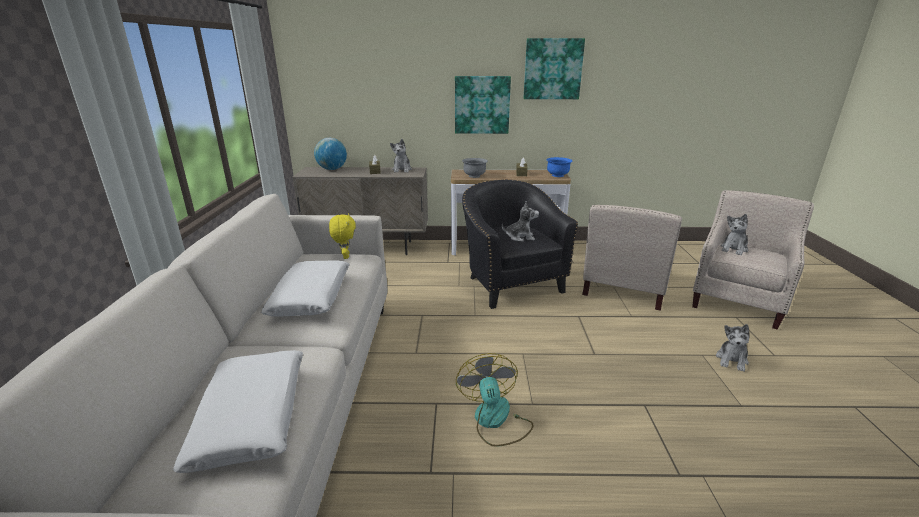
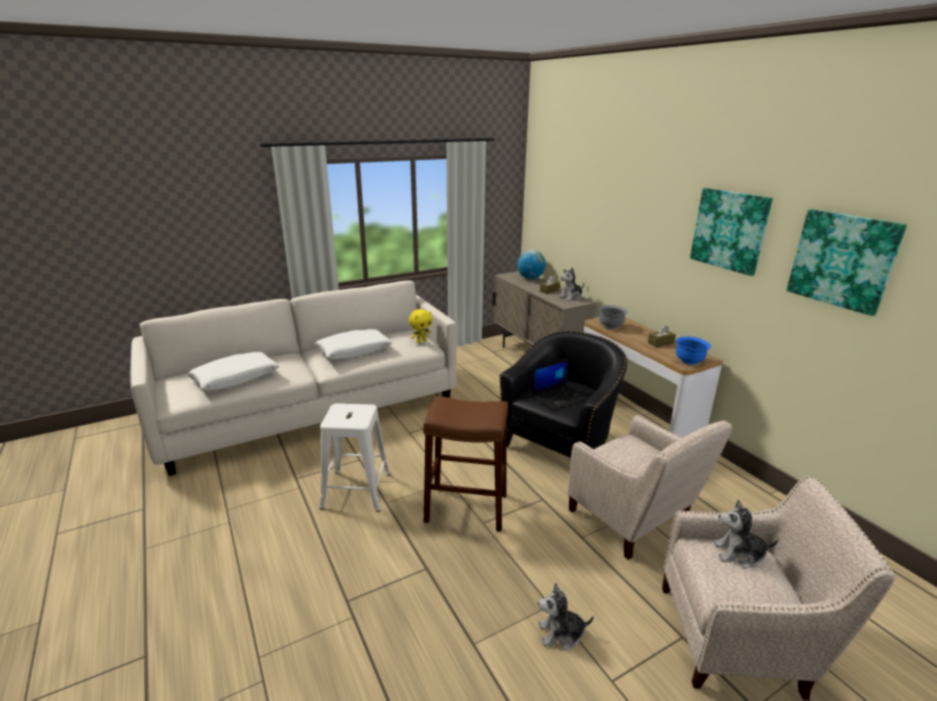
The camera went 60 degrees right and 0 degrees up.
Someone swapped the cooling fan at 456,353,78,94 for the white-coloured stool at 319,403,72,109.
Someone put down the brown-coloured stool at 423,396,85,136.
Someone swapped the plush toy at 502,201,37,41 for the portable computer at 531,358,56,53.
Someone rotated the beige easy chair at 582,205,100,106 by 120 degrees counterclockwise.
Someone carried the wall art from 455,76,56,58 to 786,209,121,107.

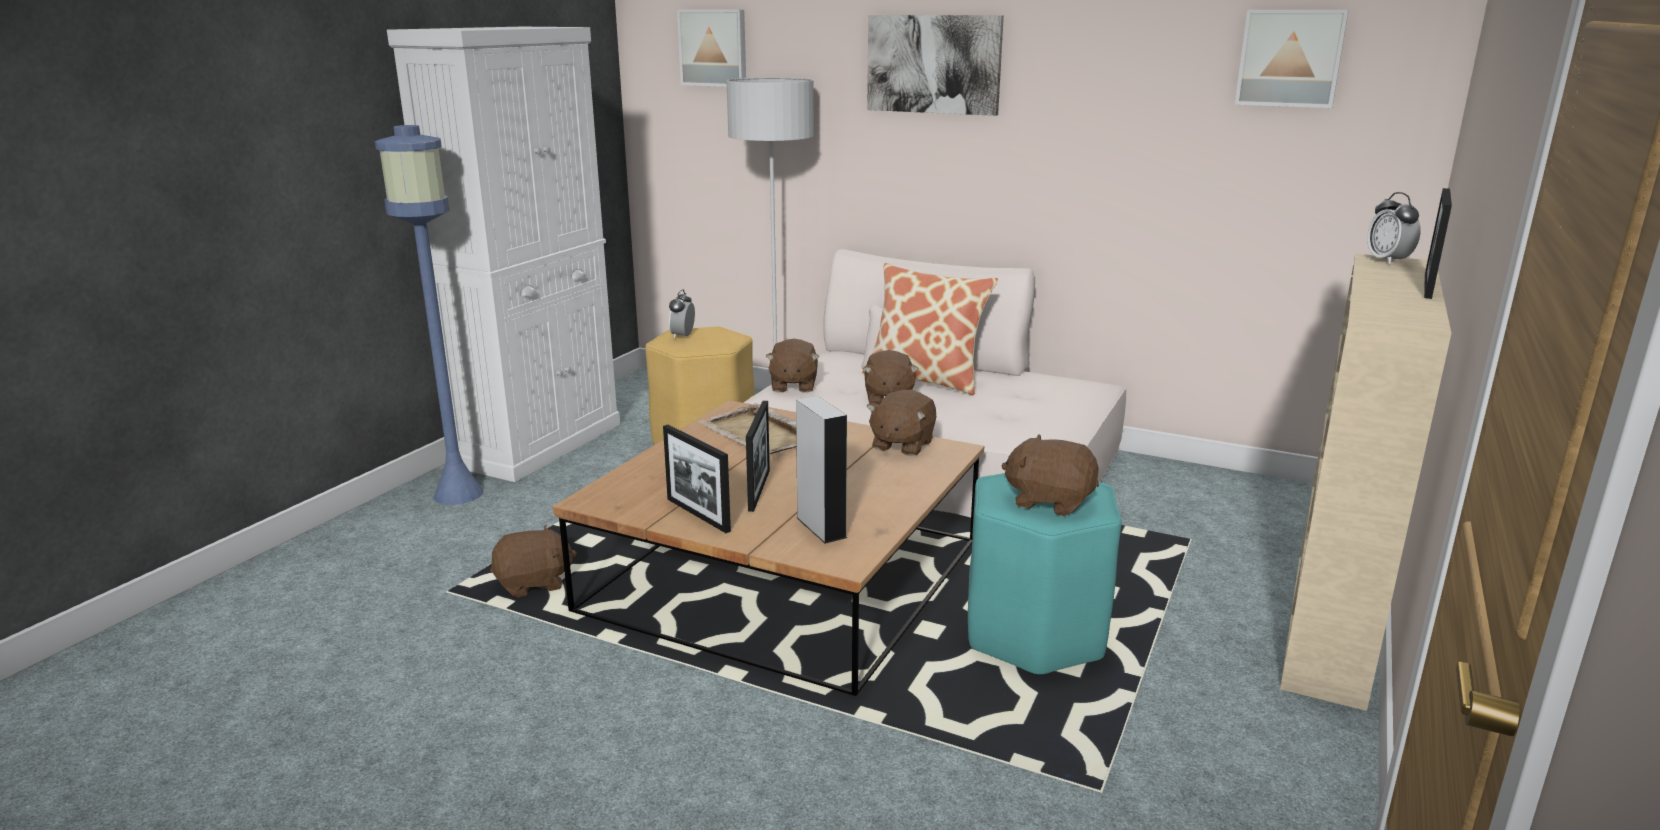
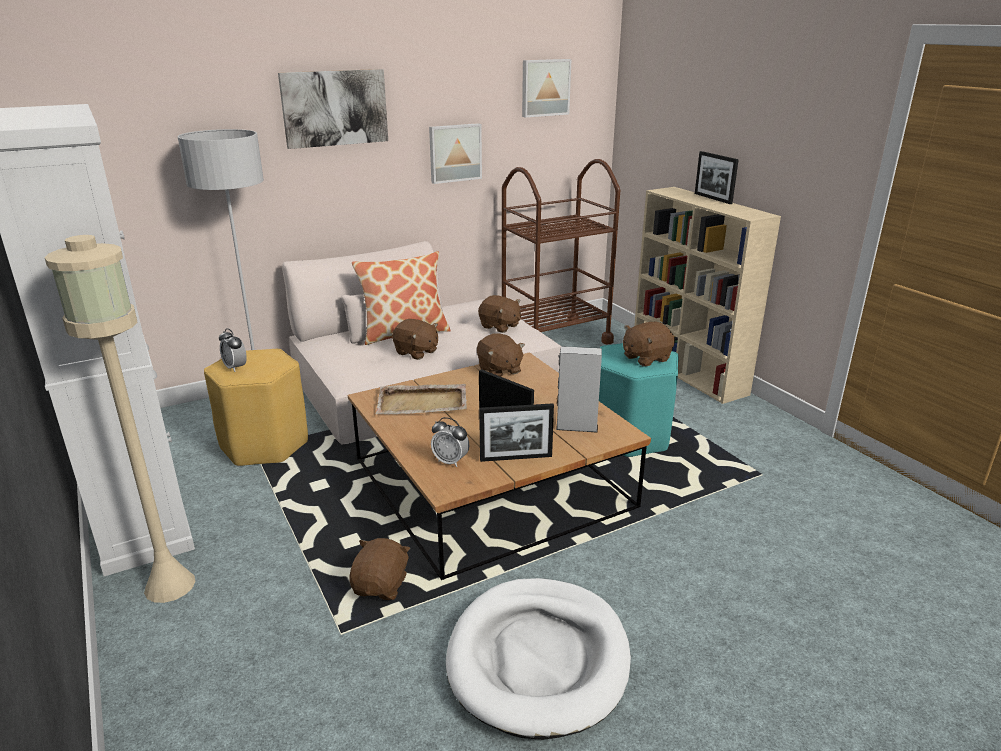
The camera went 55 degrees left and 5 degrees up.
Someone repainted the blue standing lamp at 375,125,109,380, which became the beige standing lamp at 44,235,152,368.
Someone carried the wall art from 677,10,69,77 to 429,123,53,61.
Someone carried the table clock from 1367,192,54,73 to 431,417,39,50.
Someone put down the white-coloured pet bed at 446,578,185,162.
Someone carried the brown-coloured plush toy from 766,339,53,54 to 478,295,43,38.
Someone put down the brown-coloured cart at 502,159,118,186.

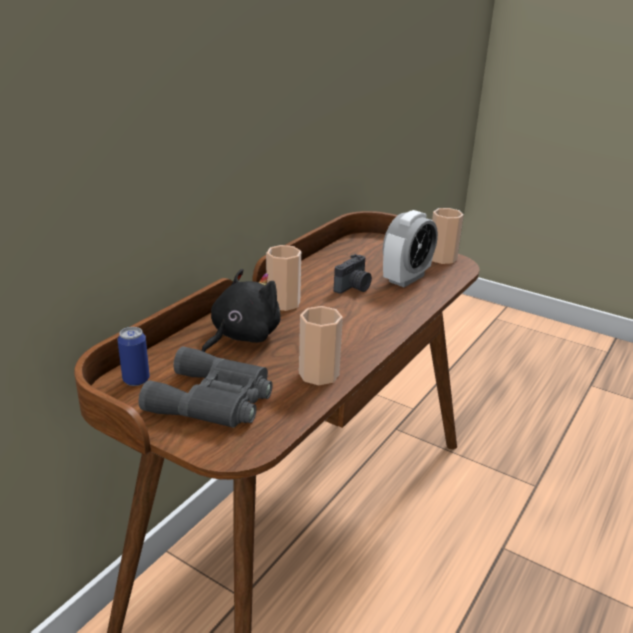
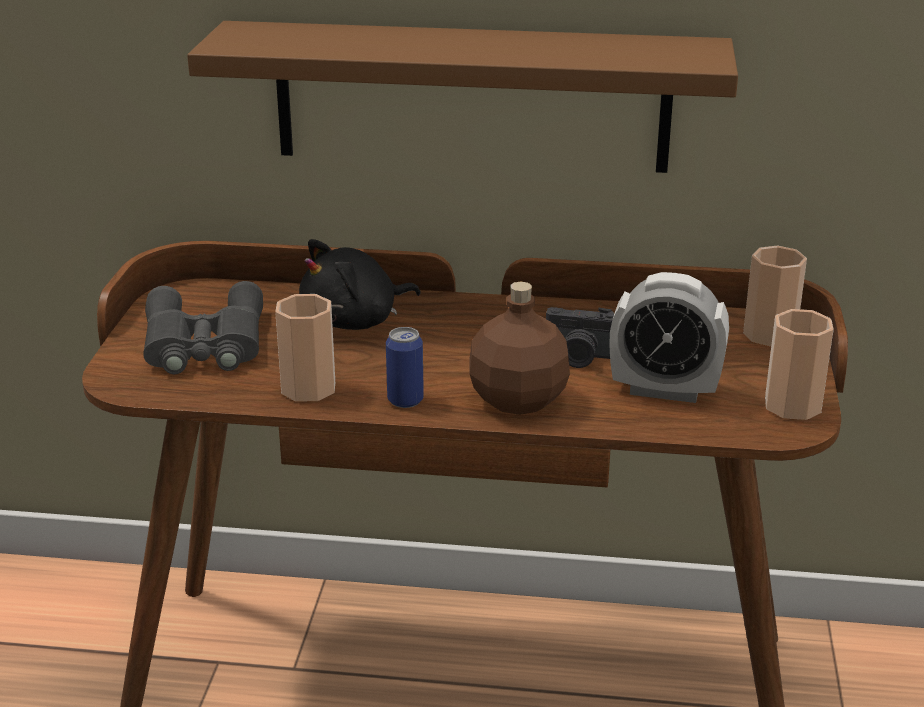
The camera went 65 degrees right and 0 degrees up.
Someone put up the brown-coloured shelf at 187,21,551,152.
Someone rotated the black-coloured plush toy at 202,269,78,83 by 135 degrees clockwise.
Someone carried the can from 118,327,32,59 to 386,327,38,81.
Someone put down the brown-coloured drink bottle at 469,282,101,133.
Someone carried the drinking cup from 266,245,35,66 to 743,246,64,101.

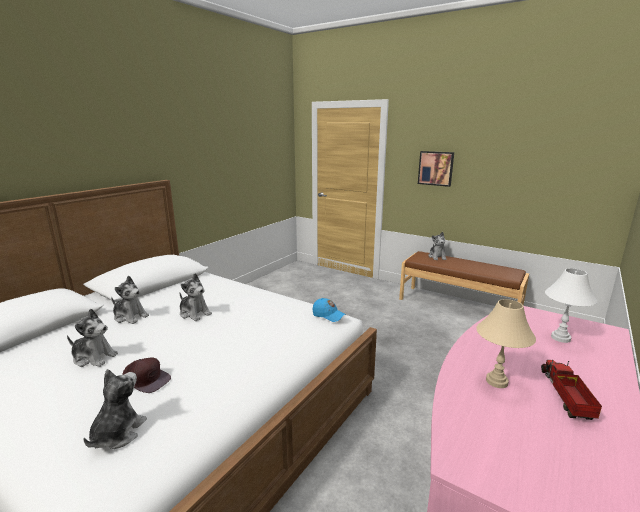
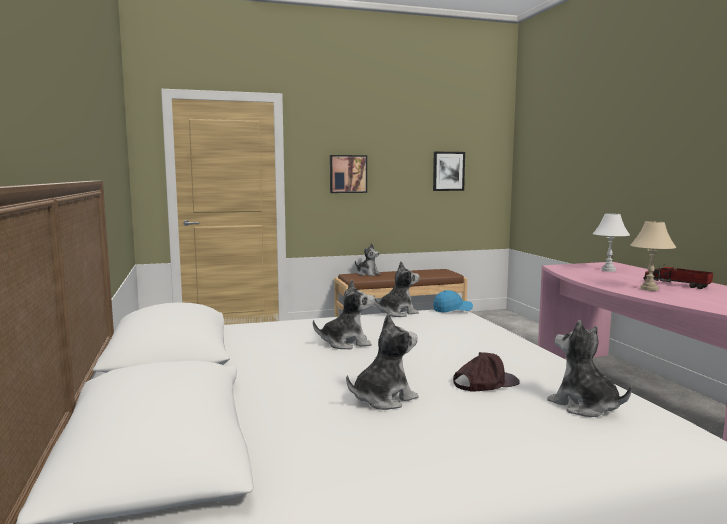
The camera went 50 degrees left and 10 degrees down.
Someone carried the plush toy from 111,276,38,48 to 373,261,47,56.
Someone put up the wall art at 433,152,32,39.

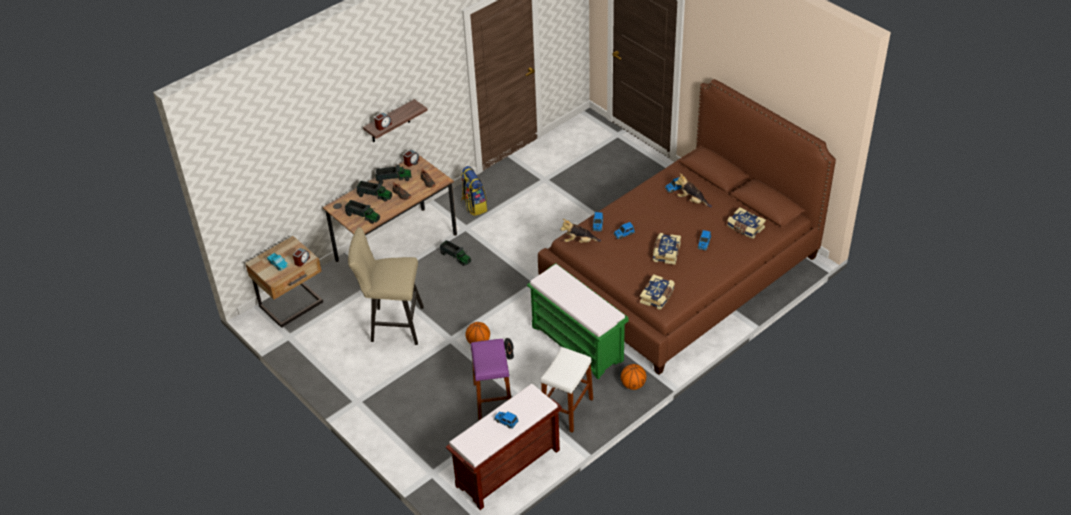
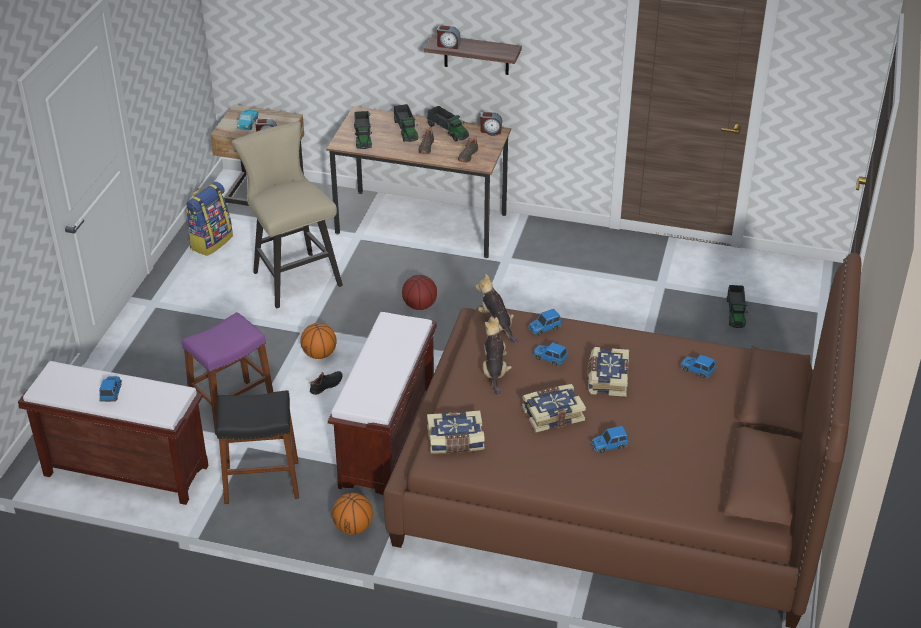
The camera went 55 degrees right and 5 degrees down.
Someone carried the knapsack from 461,166,26,50 to 185,182,48,74.
Someone repainted the white-coloured stool at 541,347,52,86, which became the black-coloured stool at 216,390,83,114.
Someone repainted the green bench at 527,263,102,116, which became the brown-coloured bench at 328,312,109,183.
Someone put down the basketball ball at 402,275,35,35.
Someone carried the plush toy from 675,173,37,34 to 483,317,29,79.
Someone carried the volume from 727,207,39,32 to 587,347,42,50.
Someone carried the toy truck from 439,240,32,26 to 727,285,21,43.

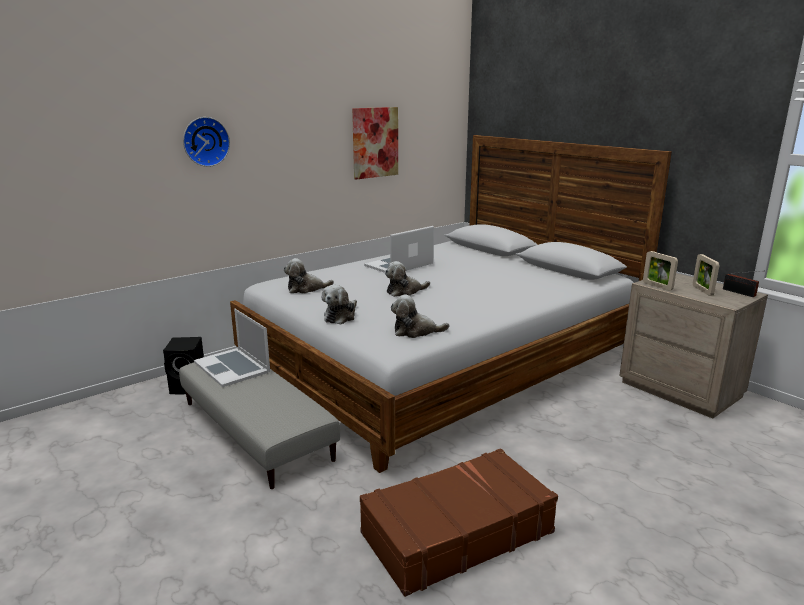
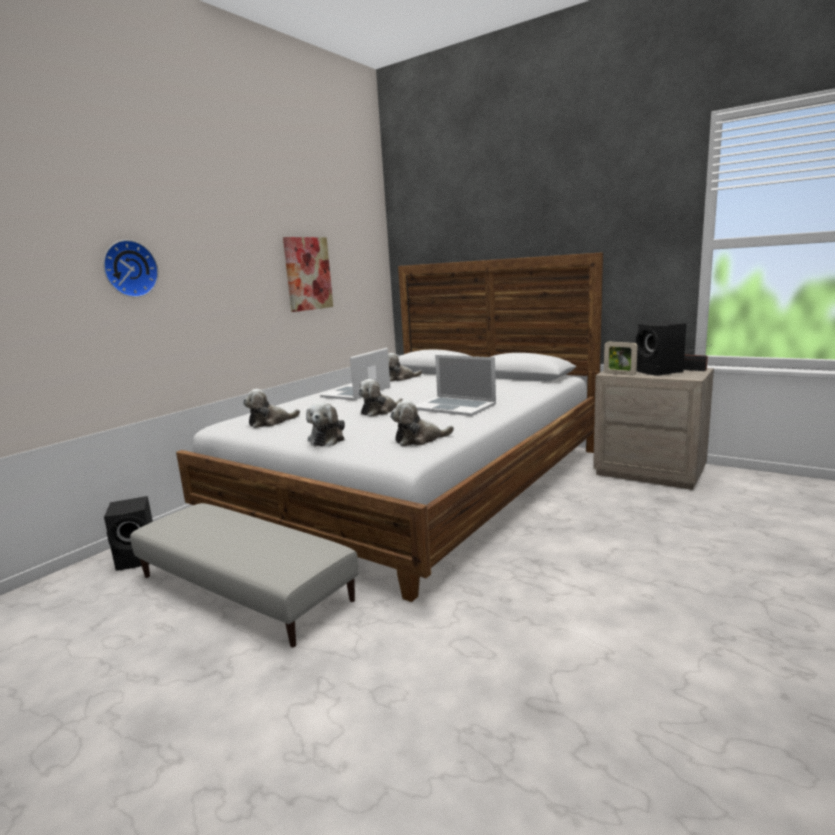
The camera went 15 degrees left and 5 degrees down.
Someone put down the plush toy at 388,353,34,28.
Someone carried the portable computer from 194,309,76,78 to 416,355,80,61.
Someone swapped the photo frame at 693,254,26,42 for the black-coloured audio speaker at 636,321,51,55.
Someone took away the brown-coloured piece of luggage at 360,448,198,149.

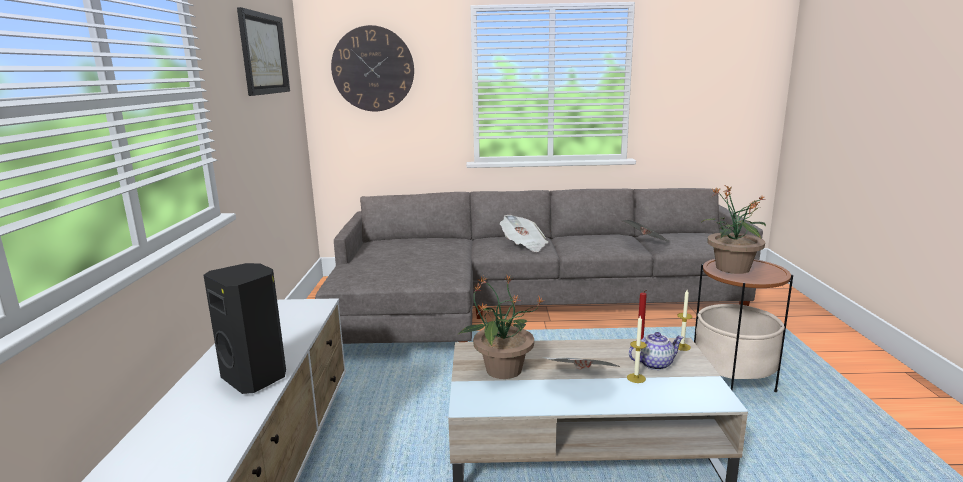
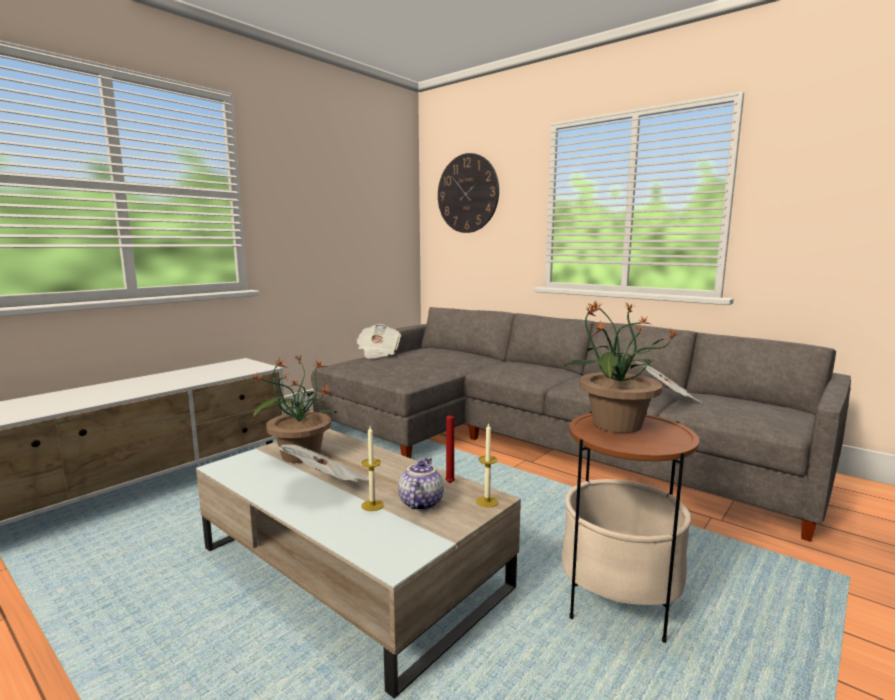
The camera went 40 degrees right and 5 degrees down.
Someone carried the newspaper from 500,215,48,37 to 356,324,45,35.
Someone rotated the tea pot at 629,332,55,38 by 105 degrees counterclockwise.
Someone took away the black-coloured audio speaker at 203,263,83,131.
Someone took away the wall art at 237,7,53,89.

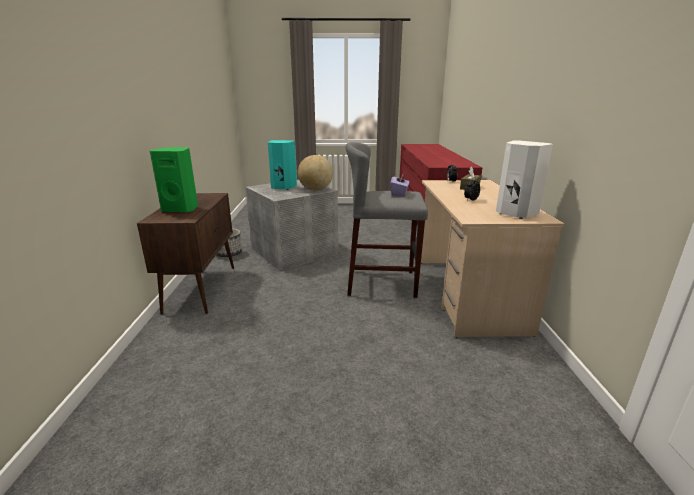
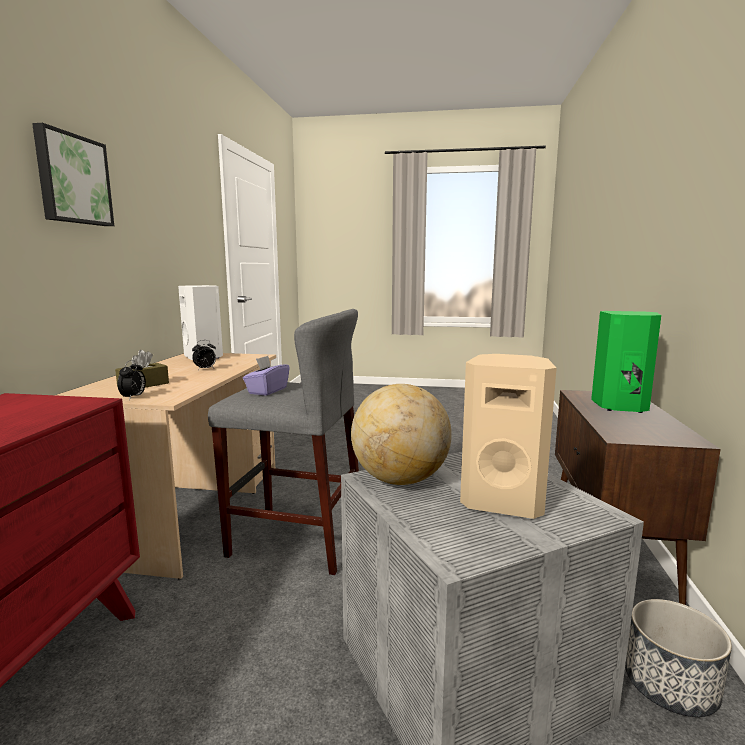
The camera went 170 degrees left and 10 degrees down.
Someone put up the wall art at 32,123,82,103.
Someone repainted the blue-green audio speaker at 268,140,29,50, which became the beige audio speaker at 460,354,97,165.

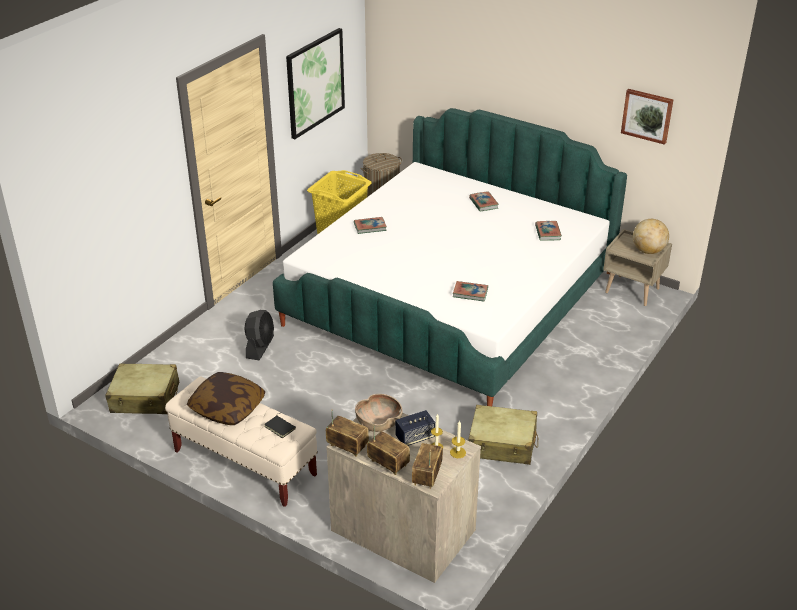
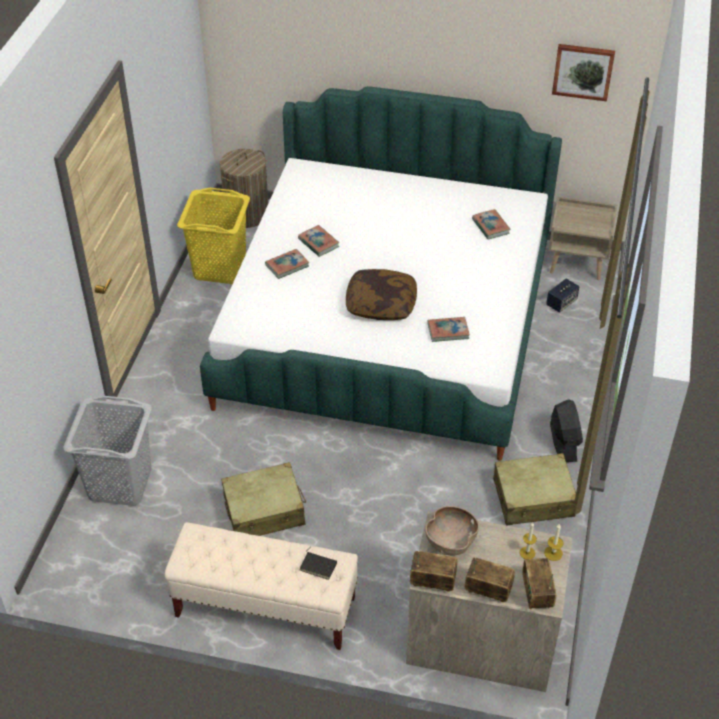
The camera went 20 degrees left and 10 degrees up.
Someone put down the grey laundry basket at 63,396,89,110.
Someone carried the beige piece of luggage from 105,363,74,51 to 221,462,85,74.
Someone carried the volume from 469,191,30,20 to 298,225,41,32.
Someone carried the cushion from 187,372,78,53 to 346,269,71,51.
Someone carried the audio speaker from 395,410,40,36 to 546,279,33,34.
Someone carried the black-coloured cooling fan from 244,310,30,50 to 550,399,33,63.
Someone took away the wall art at 286,28,59,111.
Someone took away the world globe at 633,219,36,35.

